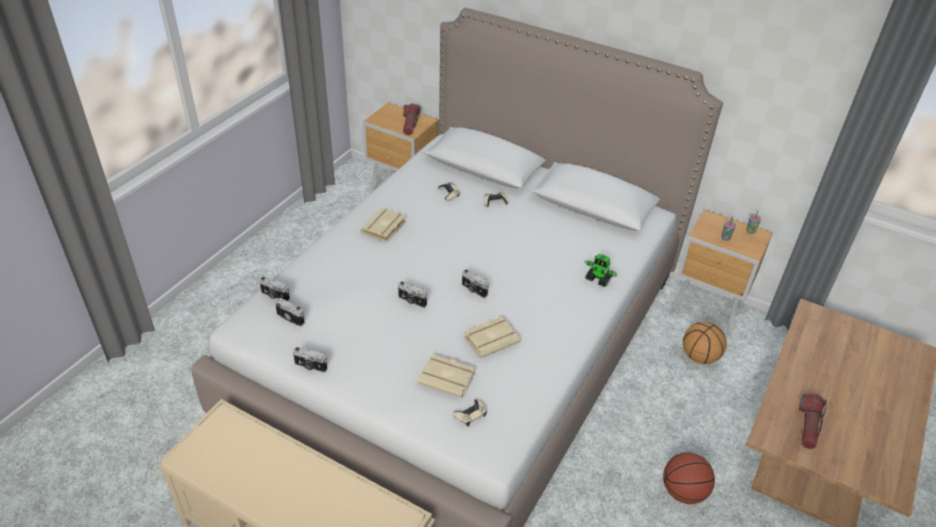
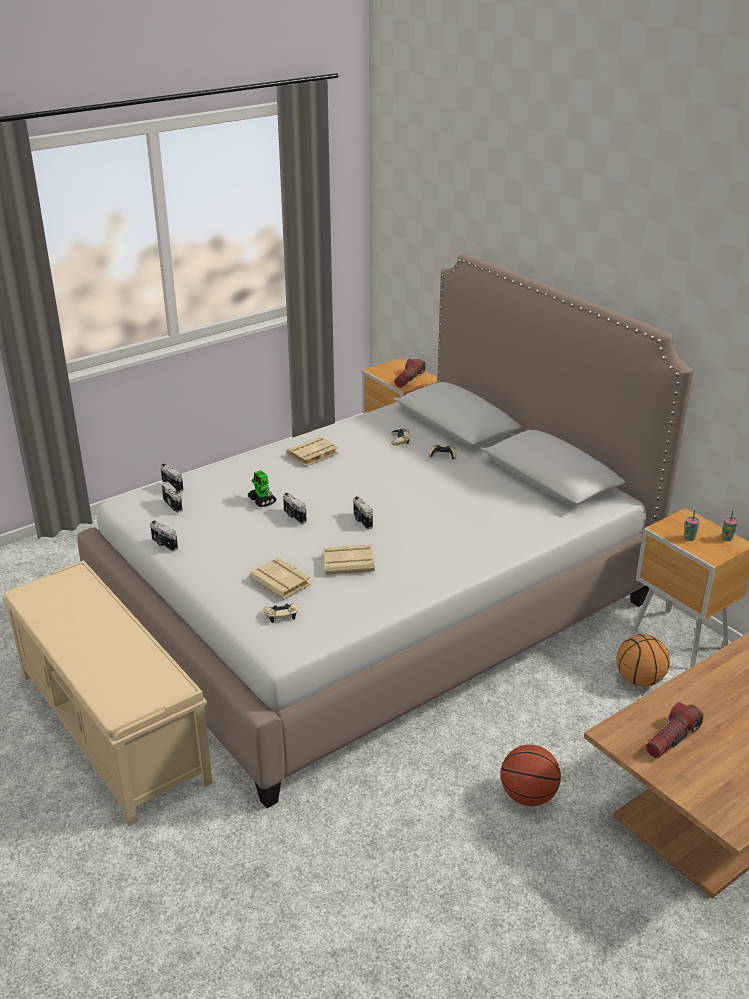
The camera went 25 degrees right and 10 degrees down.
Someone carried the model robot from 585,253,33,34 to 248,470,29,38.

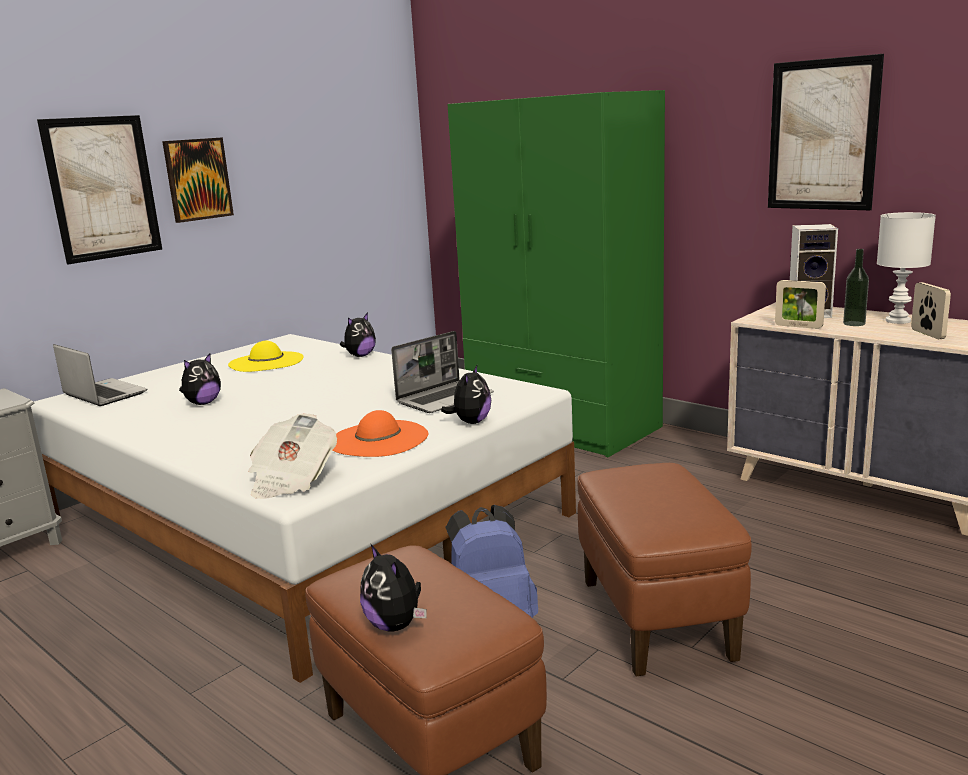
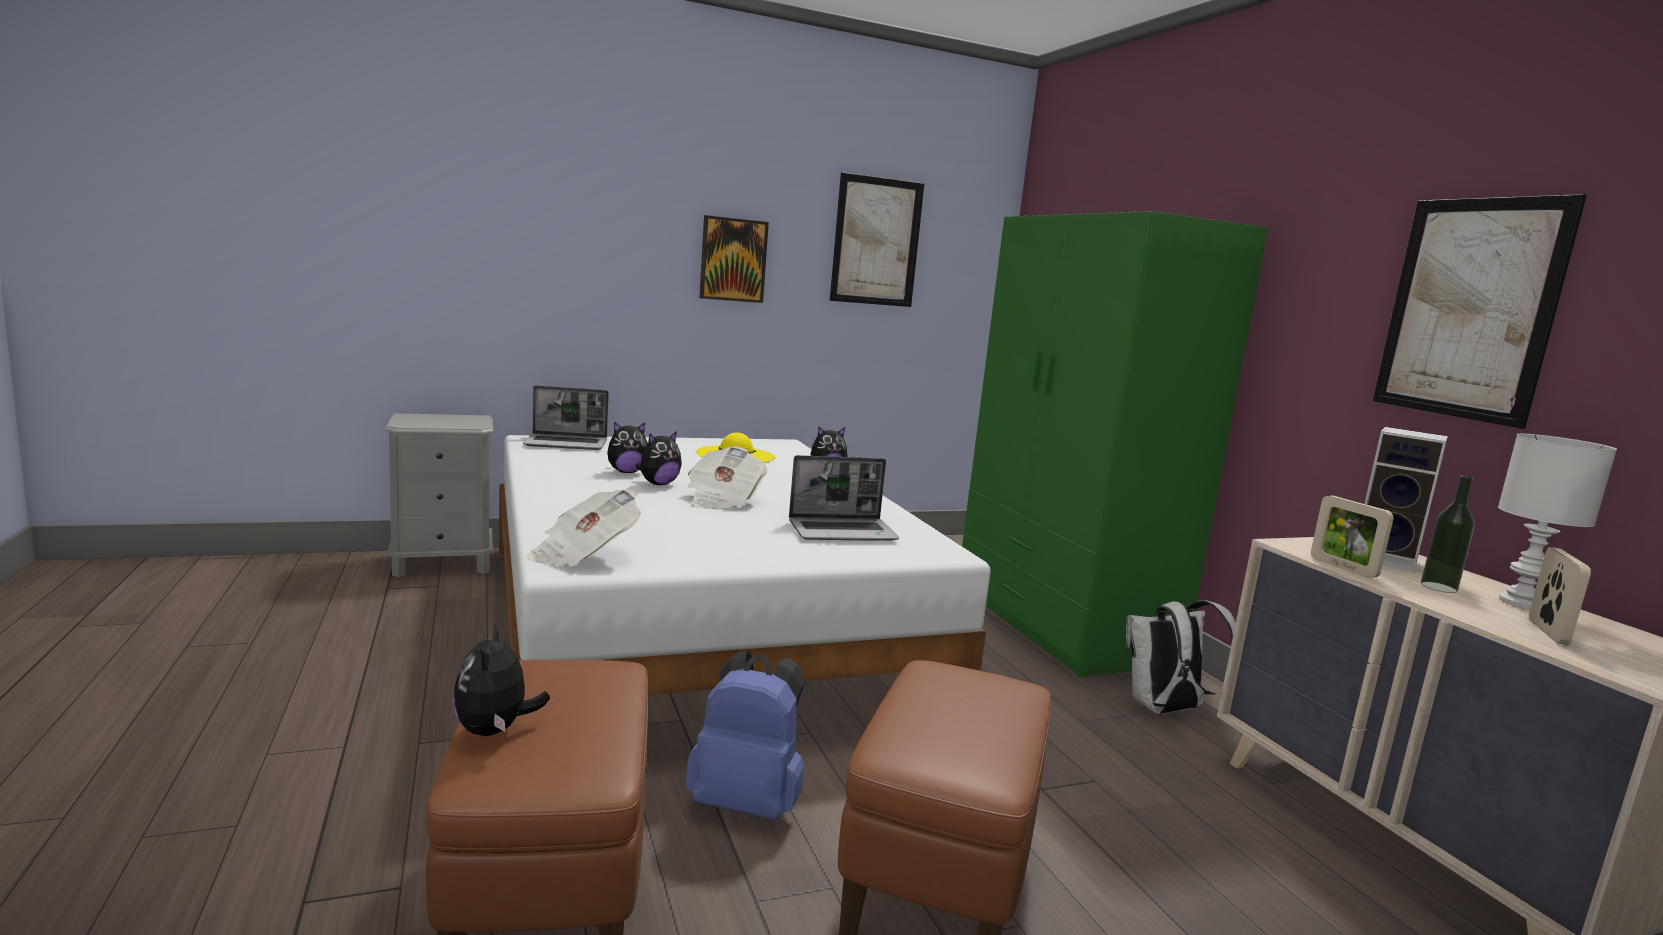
The camera went 25 degrees right and 5 degrees down.
Someone rotated the portable computer at 53,344,94,62 by 105 degrees clockwise.
Someone carried the plush toy from 441,365,50,59 to 635,431,47,54.
Someone put down the newspaper at 687,447,80,62.
Someone carried the wall art from 37,115,125,149 to 830,172,94,135.
Someone put down the white-coloured knapsack at 1126,600,110,114.
Someone took away the orangey hat at 333,410,95,47.

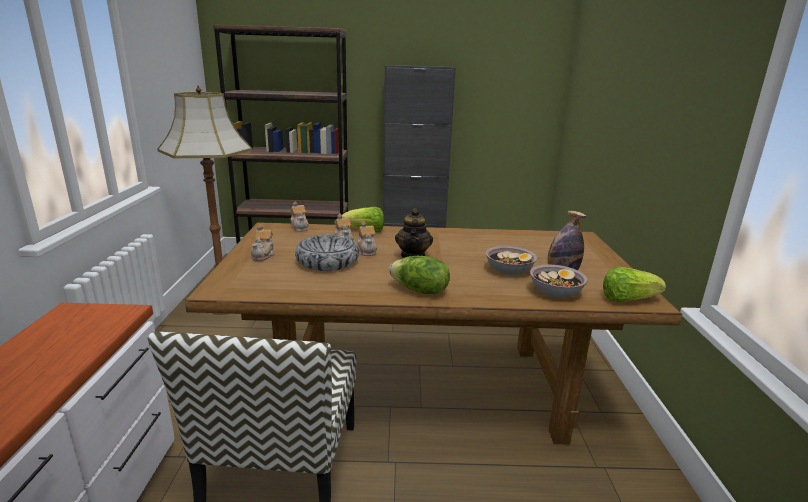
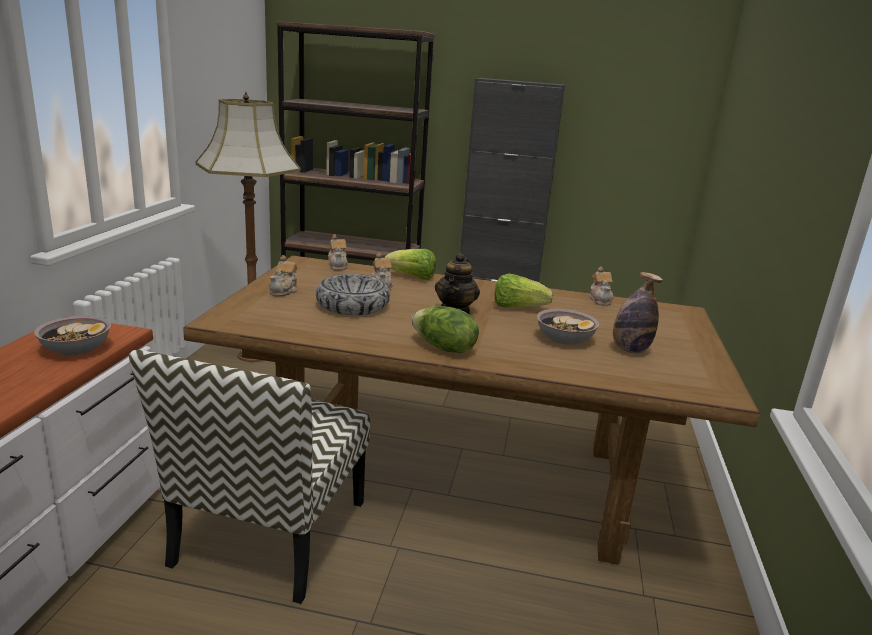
The camera went 10 degrees right and 0 degrees up.
Someone carried the serving bowl from 530,265,58,33 to 34,315,77,40.
Someone carried the lettuce head from 603,267,63,36 to 495,273,58,35.
Someone carried the tea pot from 358,222,19,34 to 589,267,25,39.

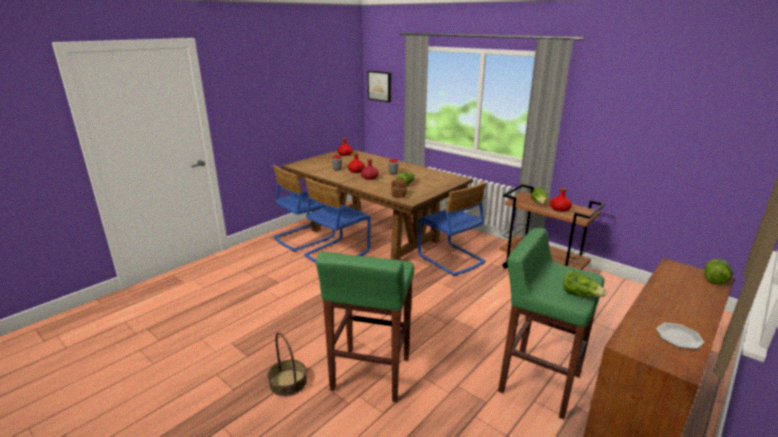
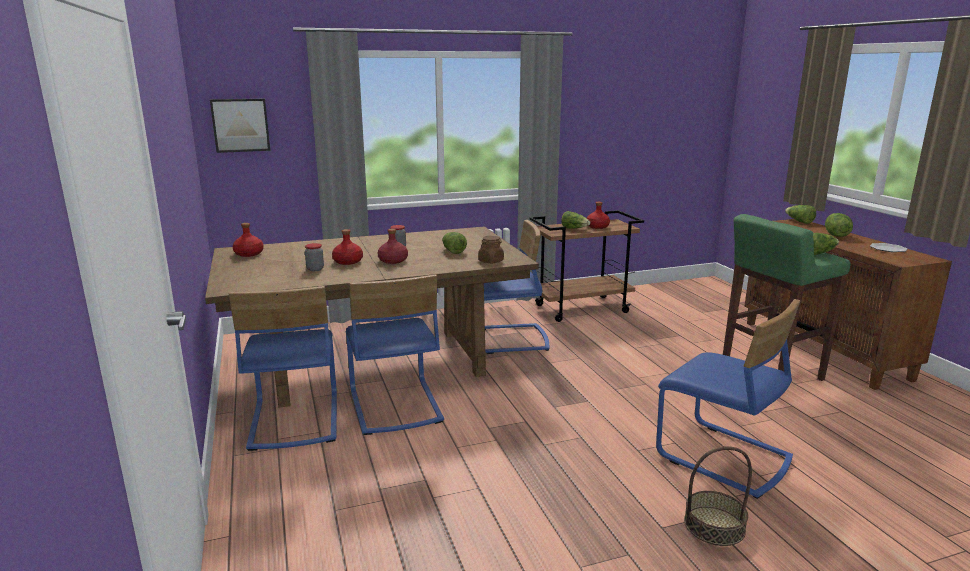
The camera went 60 degrees left and 5 degrees down.
Someone swapped the green stool at 316,252,98,150 for the blue upright chair at 656,299,144,200.
Someone put down the lettuce head at 825,213,28,24.

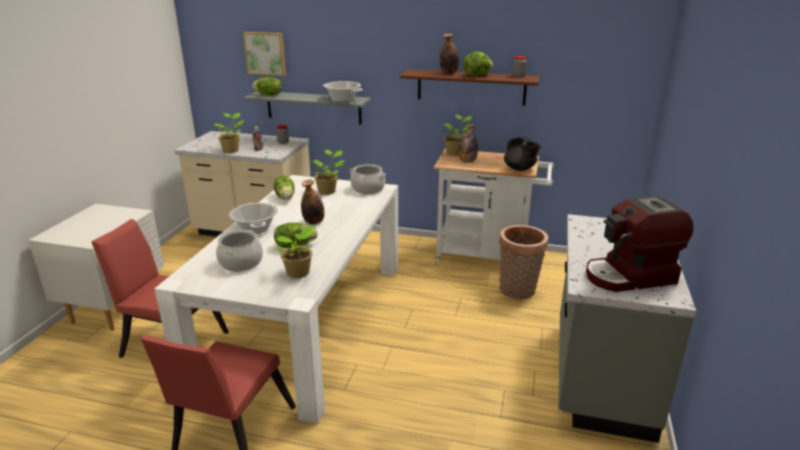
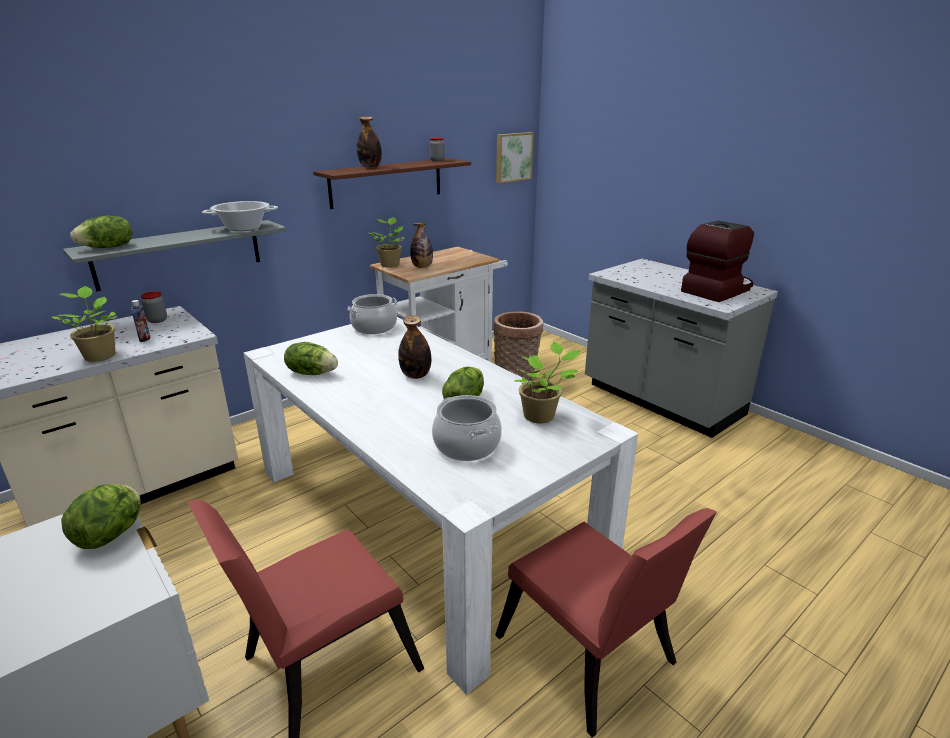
The camera went 55 degrees left and 0 degrees up.
Someone carried the lettuce head from 463,51,30,25 to 61,484,80,65.
Someone carried the wall art from 243,32,43,44 to 496,132,38,51.
Someone rotated the coffee brewer at 586,196,107,96 by 150 degrees counterclockwise.
Someone took away the saucepot at 229,203,49,31.
Someone took away the plant in a pot at 311,150,34,45.
Someone took away the black-coloured tea pot at 504,137,37,34.

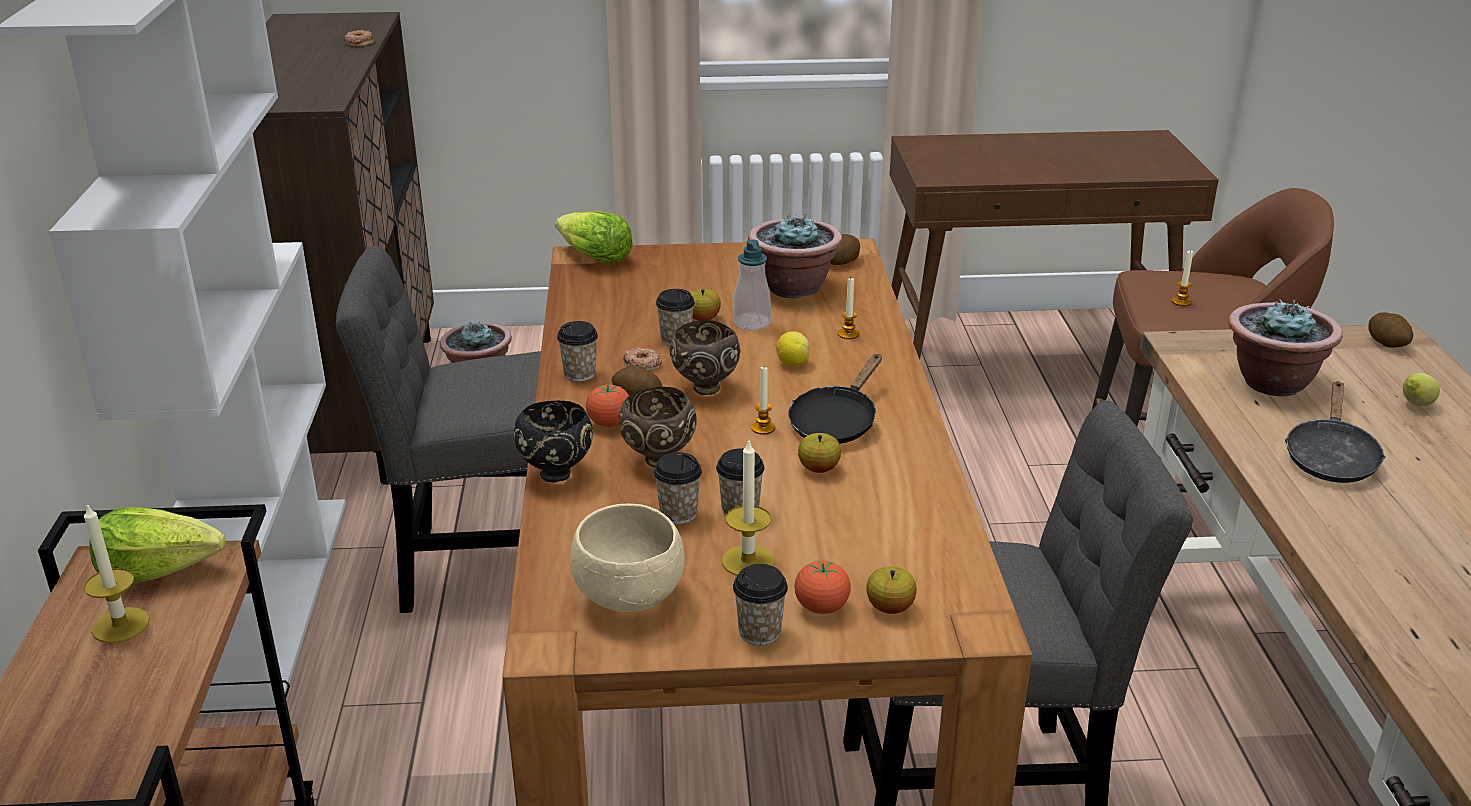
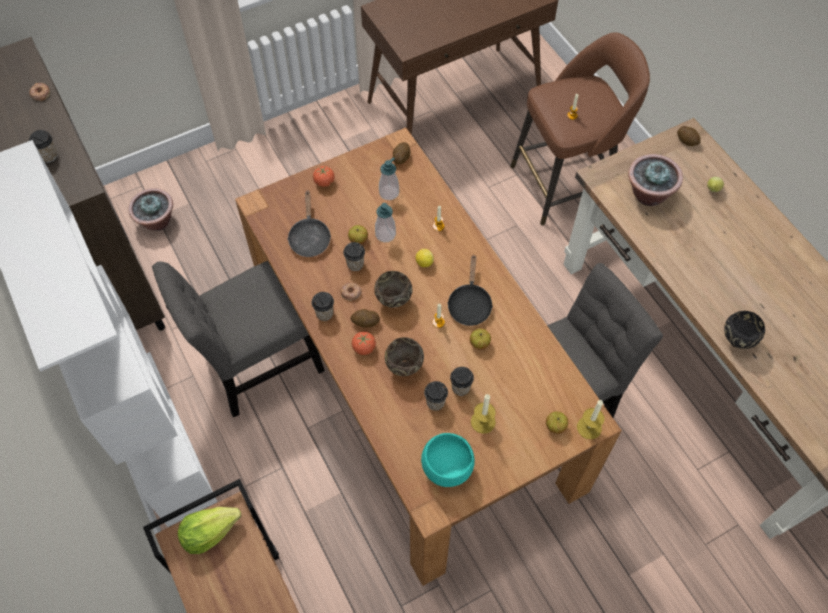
The camera went 25 degrees left and 30 degrees up.
Someone carried the drinking cup from 733,564,55,81 to 29,130,29,33.
Someone carried the black-coloured frying pan from 1285,381,101,102 to 287,190,44,67.
Someone carried the whole tomato from 794,560,57,54 to 313,166,22,21.
Someone swapped the plant in a pot at 748,214,94,84 for the liquid soap bottle at 379,158,20,42.
Someone repainted the beige serving bowl at 570,504,115,108, which became the blue-green serving bowl at 421,433,54,54.
Someone carried the wax light from 83,503,67,140 to 577,400,27,39.
Someone carried the black-coloured serving bowl from 513,401,80,81 to 724,311,41,38.
Someone took away the lettuce head at 555,211,78,52.

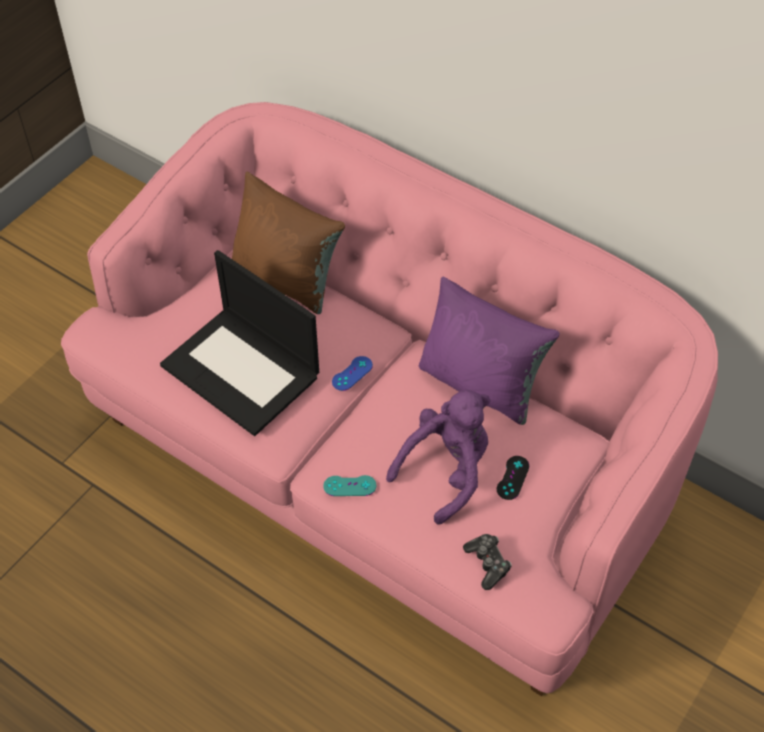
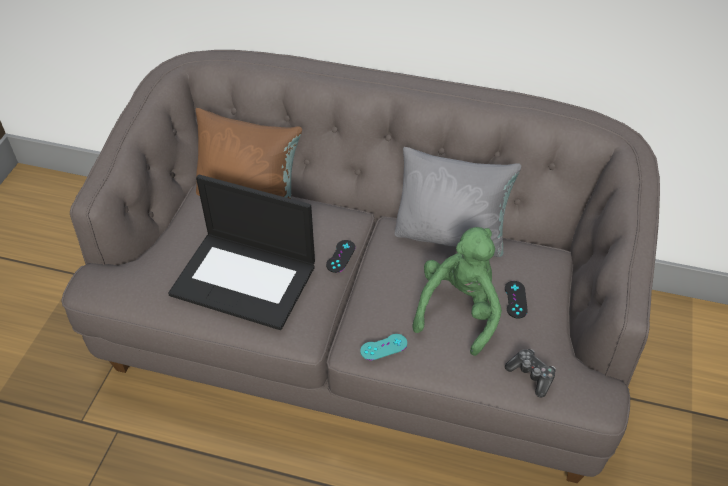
The camera went 20 degrees left and 5 degrees down.
Someone repainted the pink-coloured sofa at 61,102,657,594, which became the grey sofa at 61,50,599,433.
Someone repainted the blue game controller at 332,356,41,35, which became the black-coloured game controller at 326,240,29,33.
Someone repainted the purple-coloured cushion at 419,276,141,149, which became the grey cushion at 395,147,126,110.
Someone repainted the purple-coloured plush toy at 386,390,105,135, which became the green plush toy at 412,227,90,129.

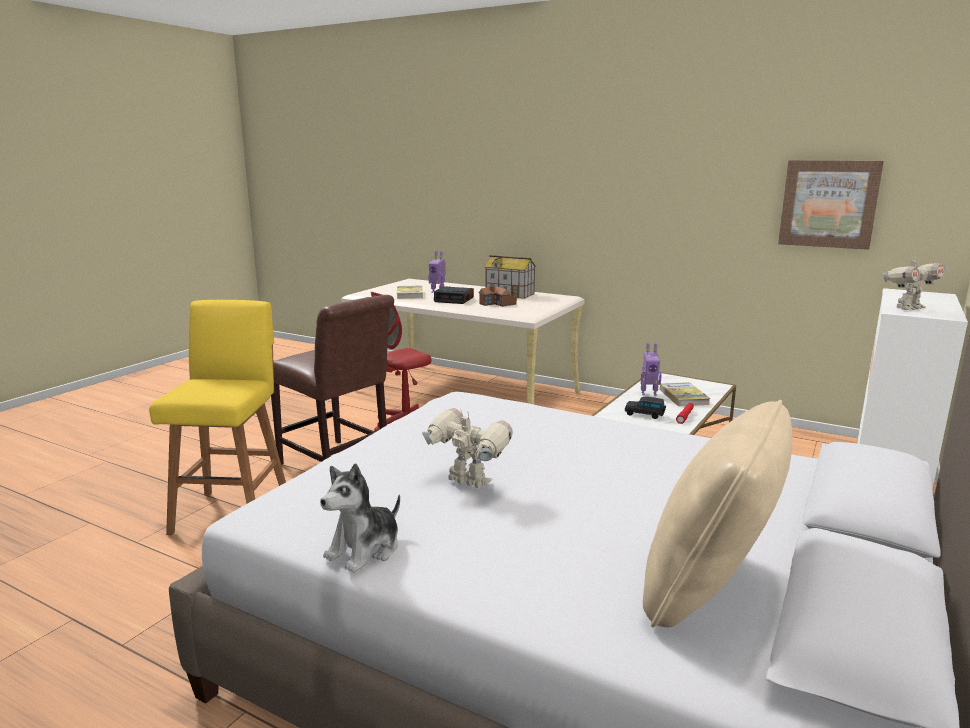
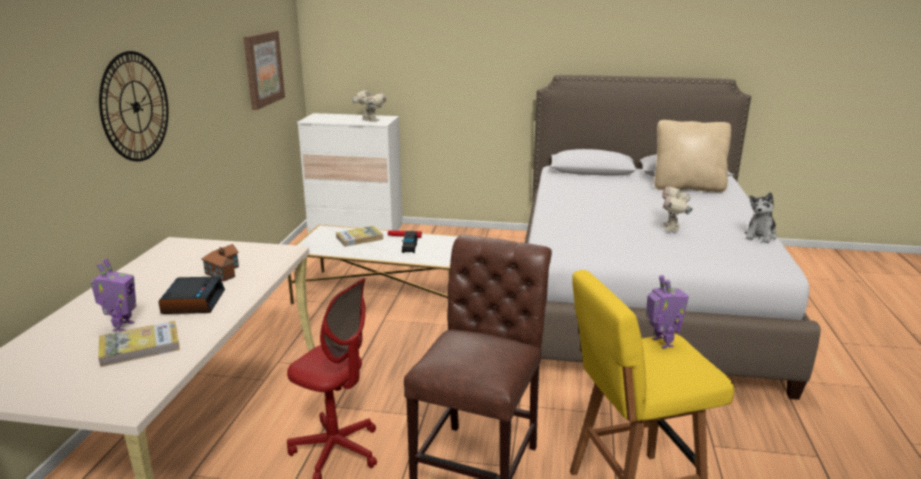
The camera went 110 degrees left and 5 degrees up.
Someone put up the hanging clock at 99,51,70,110.
Someone carried the model robot from 641,344,21,52 to 646,275,43,74.
Someone rotated the plush toy at 320,463,80,110 by 105 degrees clockwise.
Someone took away the miniature house at 485,255,51,44.

